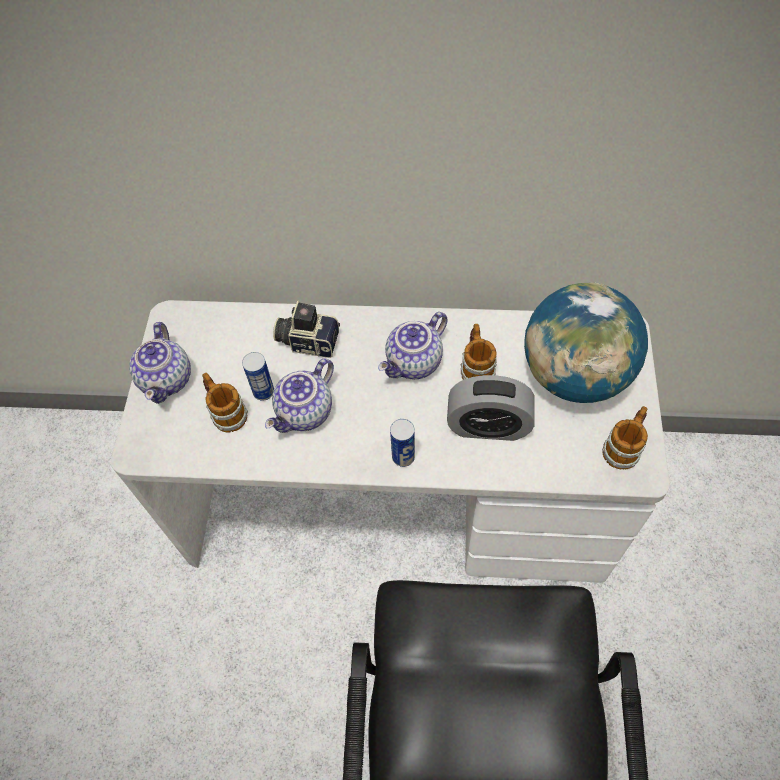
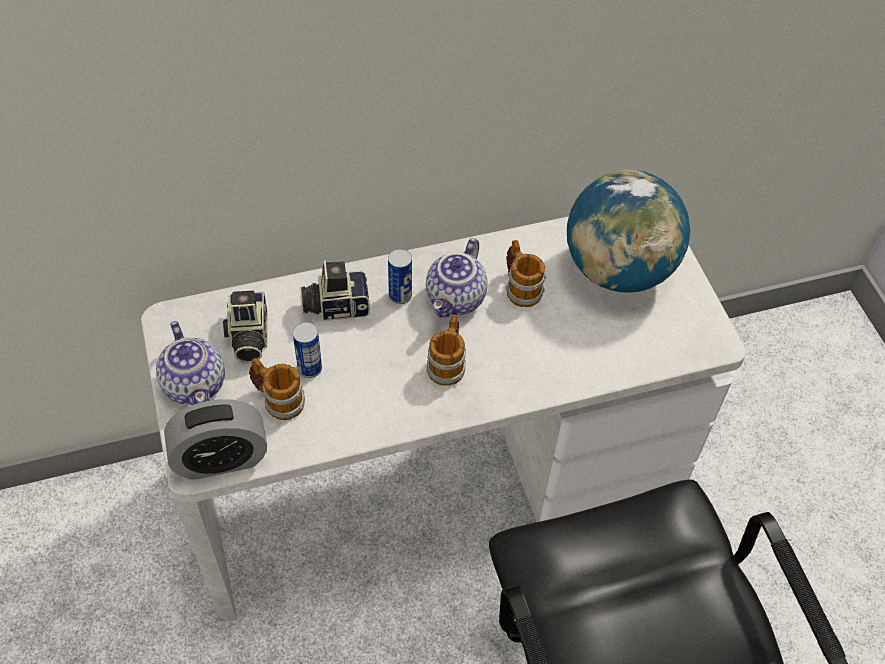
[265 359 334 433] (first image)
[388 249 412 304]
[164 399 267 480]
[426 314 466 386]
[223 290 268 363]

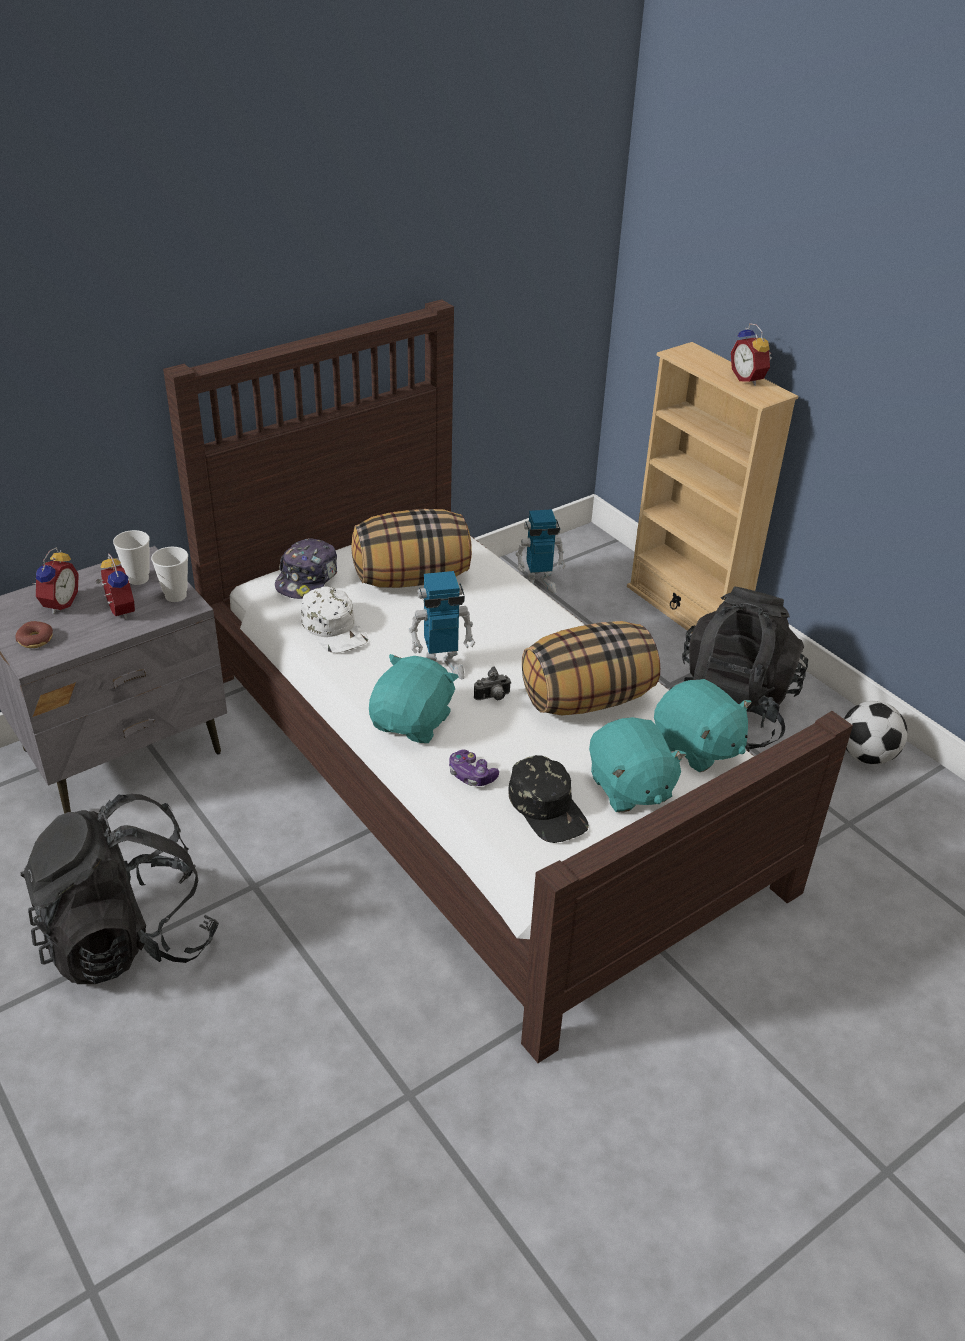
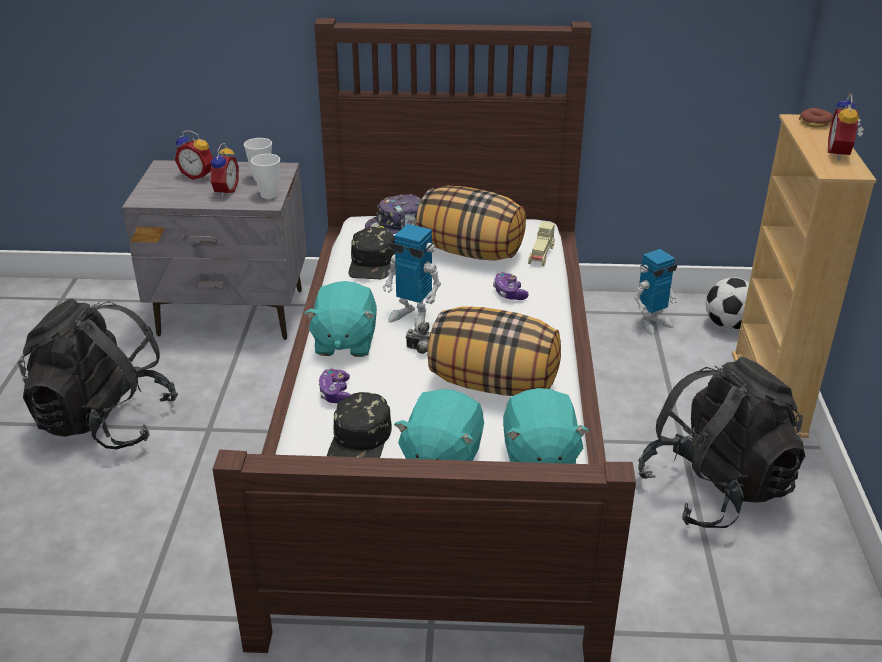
[799 108 833 128]
[175 130 213 180]
[349 227 395 279]
[304 281 377 357]
[634 249 678 335]
[706 277 749 330]
[493 273 529 300]
[528 221 555 266]

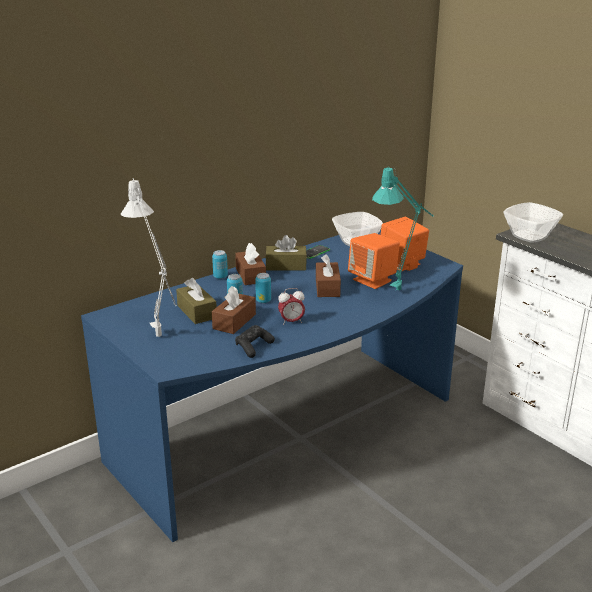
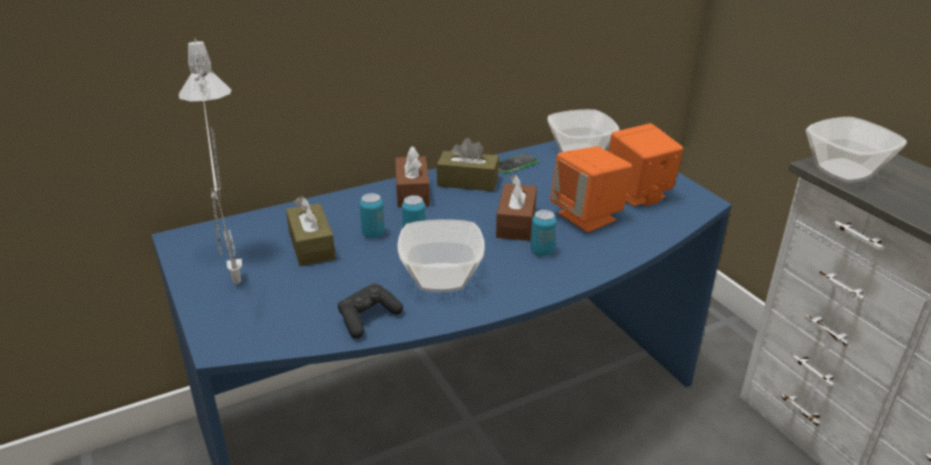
[531 210 556 256]
[212 286 256 334] (first image)
[397 219 485 293]
[372 168 434 292] (first image)

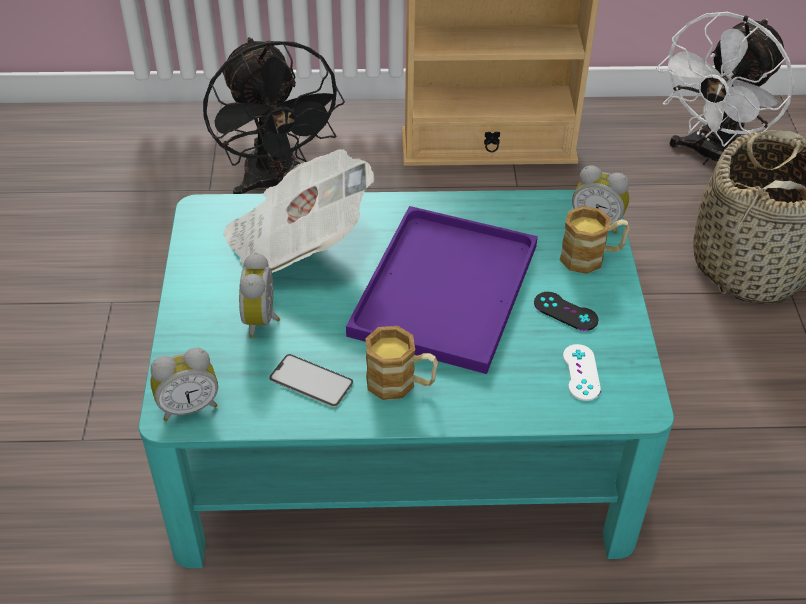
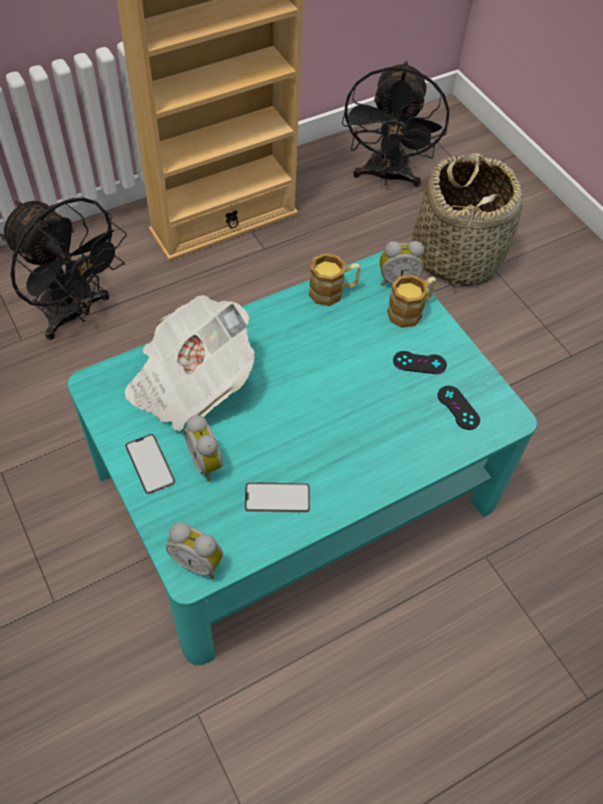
[166 522 223 579]
[346 206 538 374] (first image)
[309 253 361 306]
[438 386 480 430]
[342 61 449 187]
[125 434 175 494]

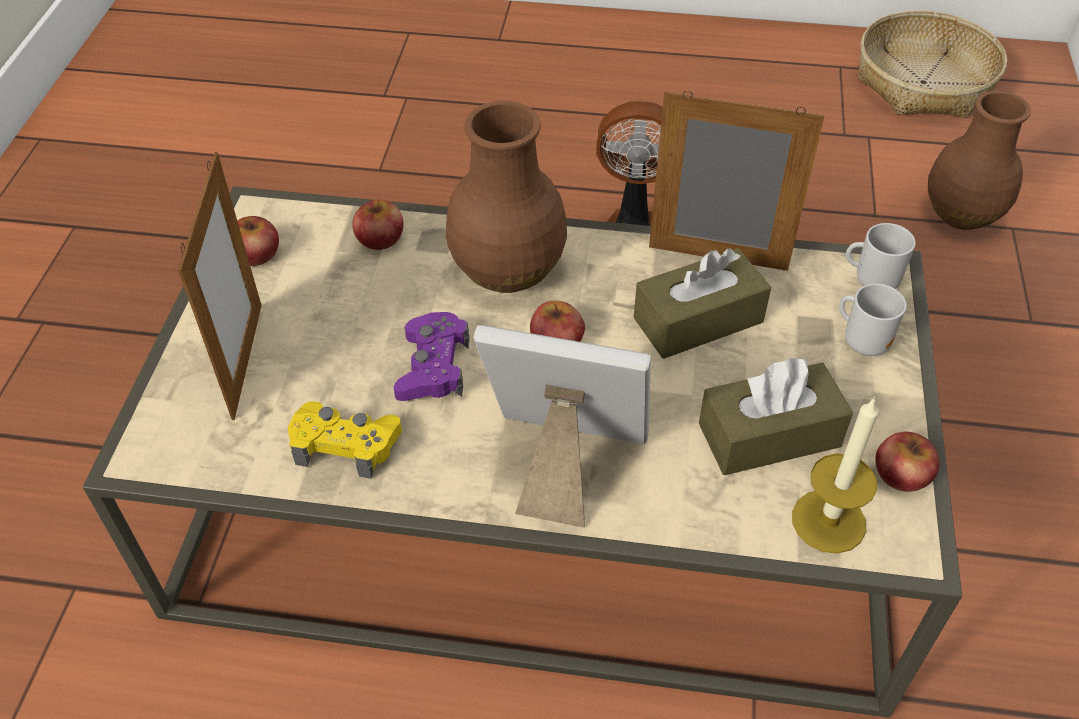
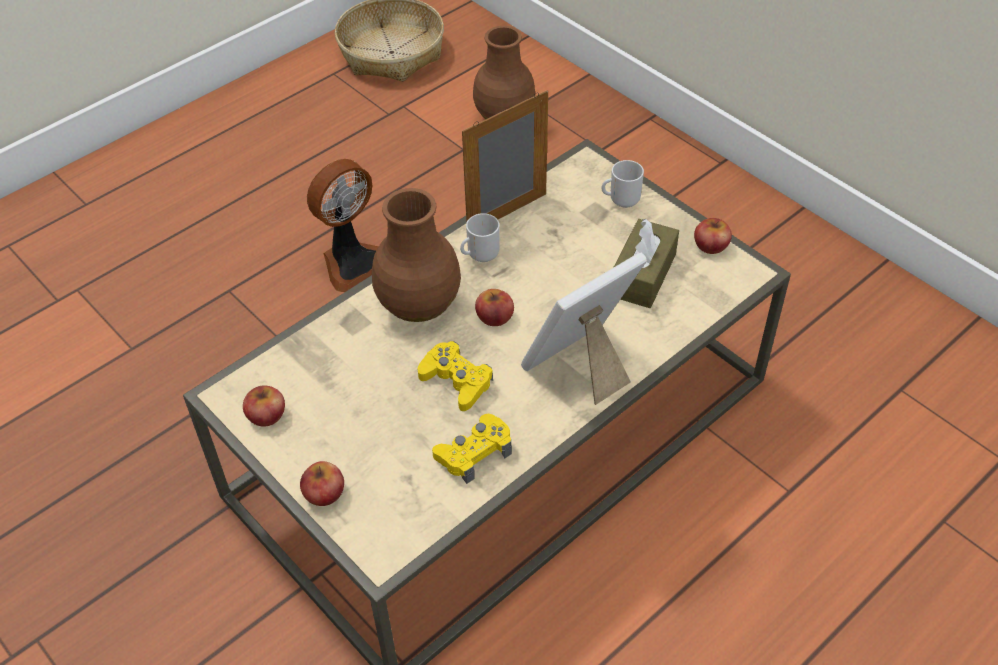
[178 152 262 420] (first image)
[300 461 344 506]
[417 341 493 411]
[634 248 771 359] (first image)
[792 397 878 554] (first image)
[460 213 499 262]

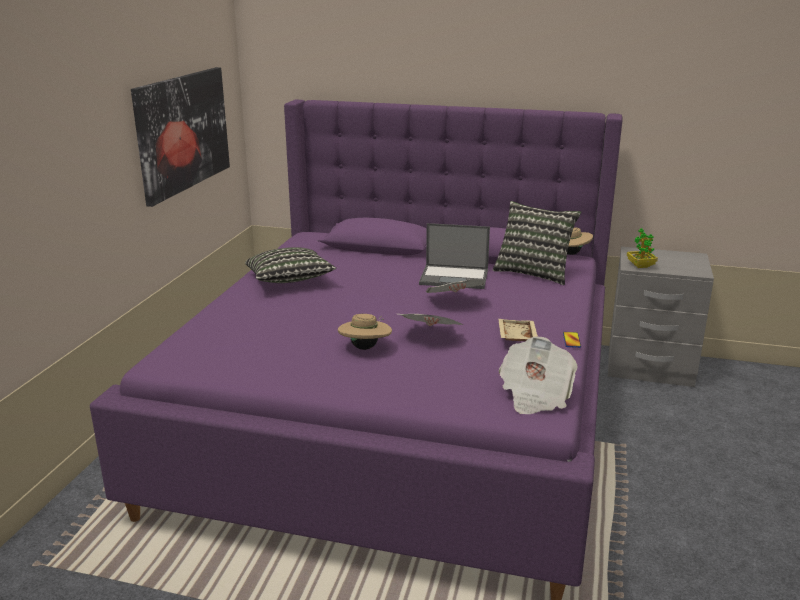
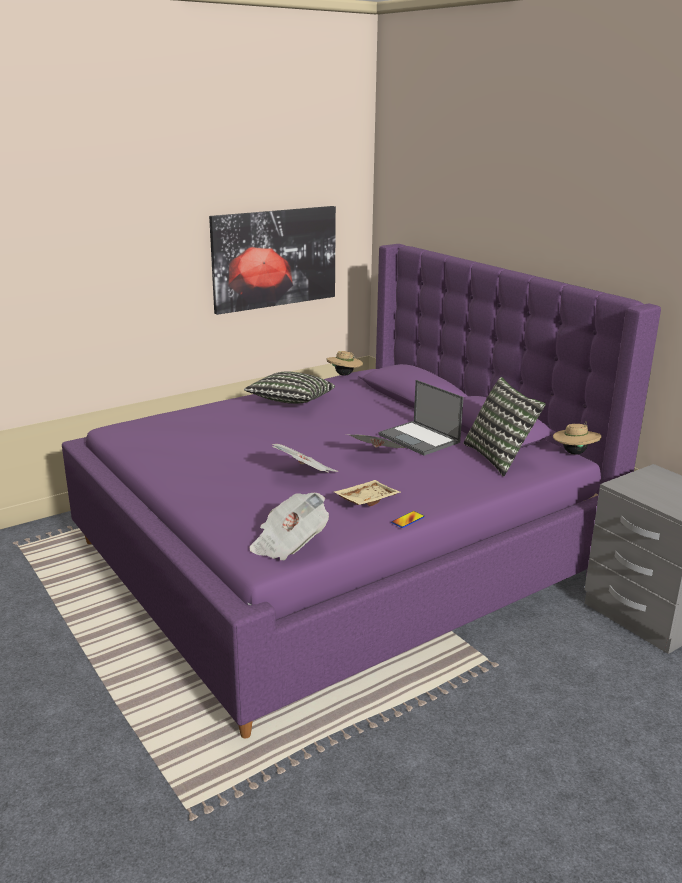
[326 351 363 376]
[627 228 658 268] (first image)

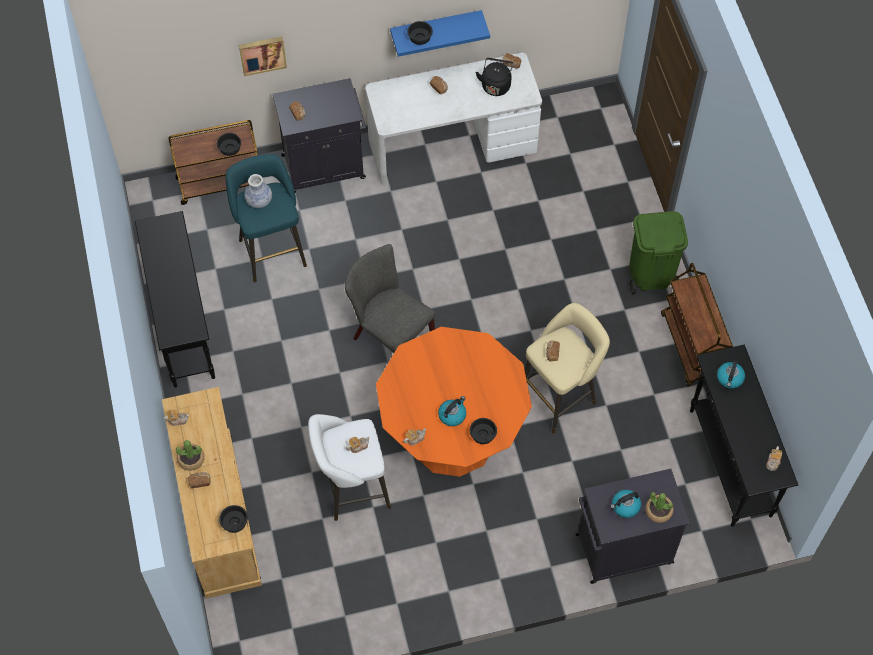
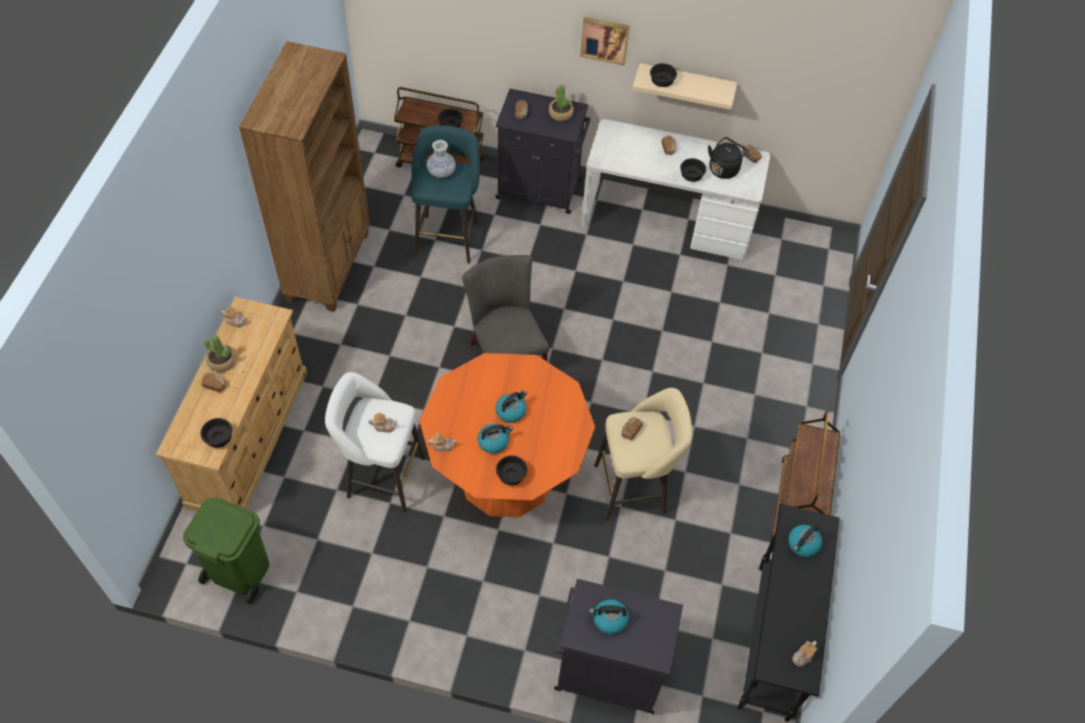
[239 41 370 312]
[580 17 630 66]
[632 63 738 110]
[183 497 269 604]
[549 84 574 121]
[495 390 527 423]
[680 158 706 182]

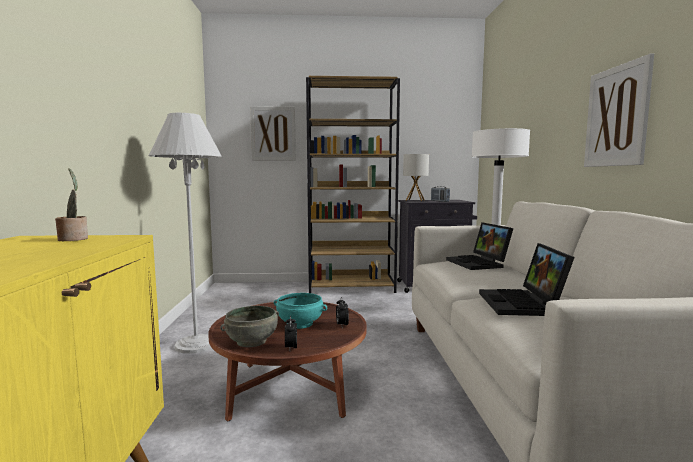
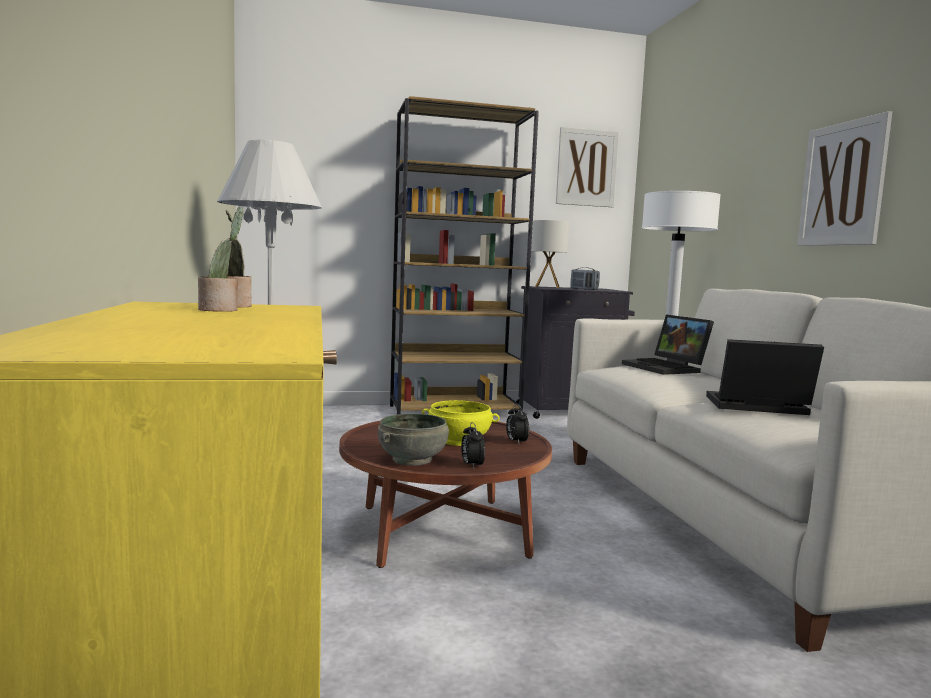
[556 127 619 207]
[422 400 500 446]
[706 339 824 415]
[198 207 243 312]

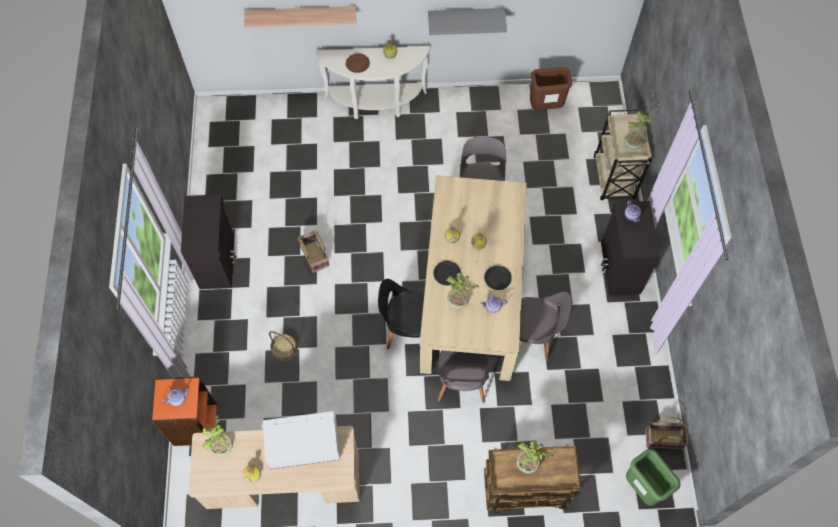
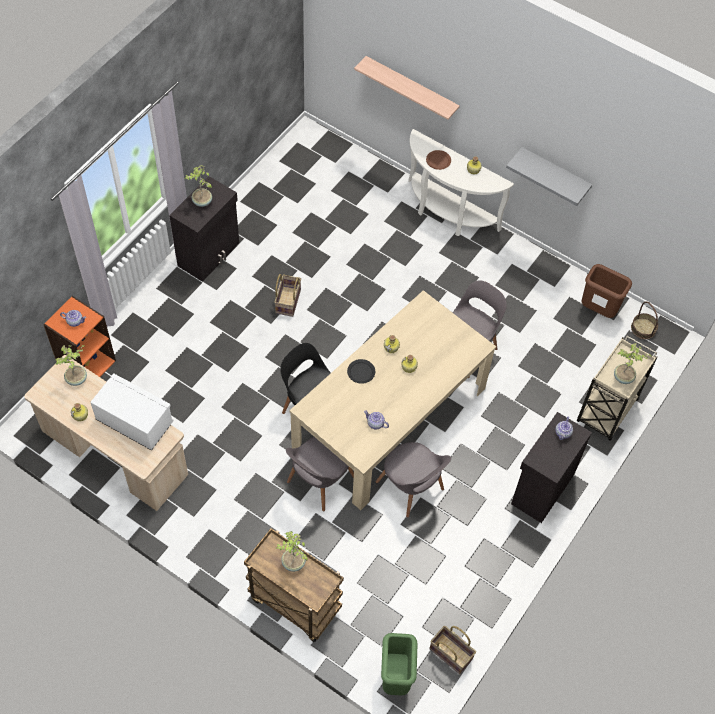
[631 301 658 339]
[185 165 212 207]
[484 265 512 290] (first image)

